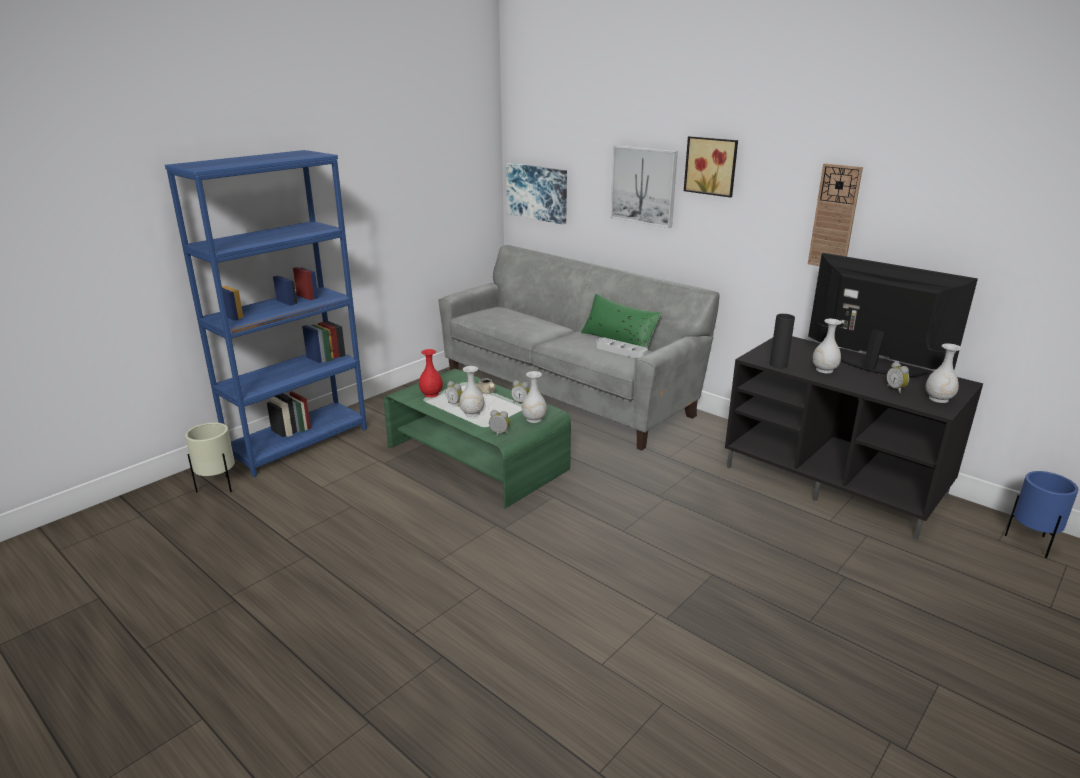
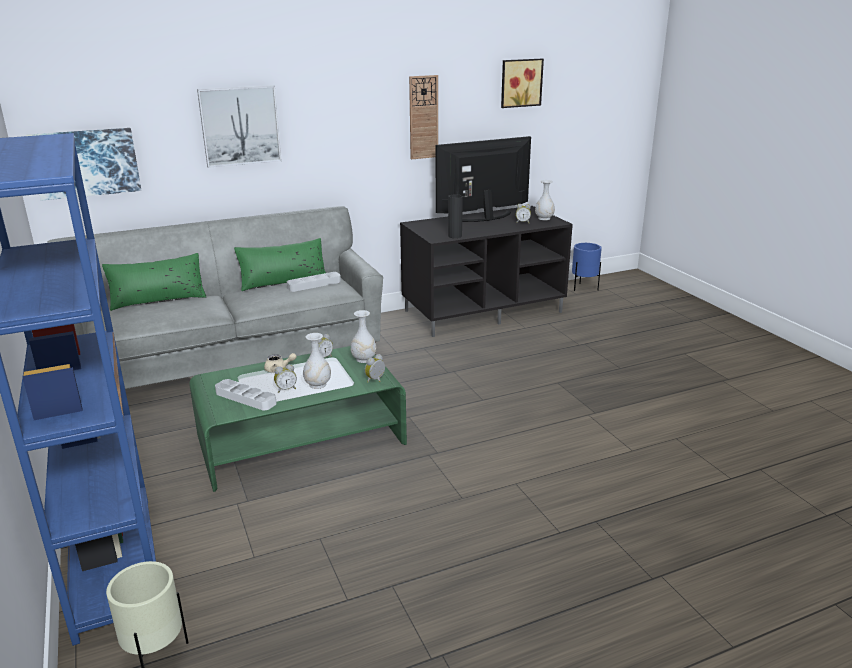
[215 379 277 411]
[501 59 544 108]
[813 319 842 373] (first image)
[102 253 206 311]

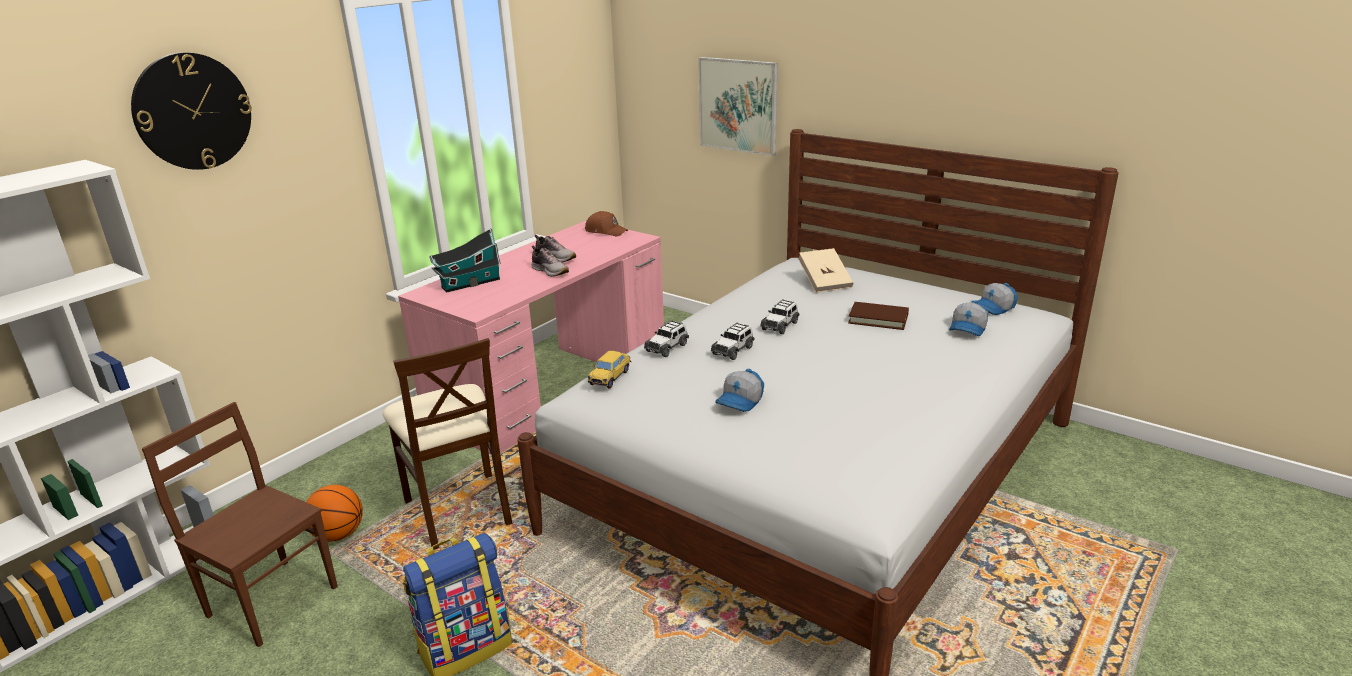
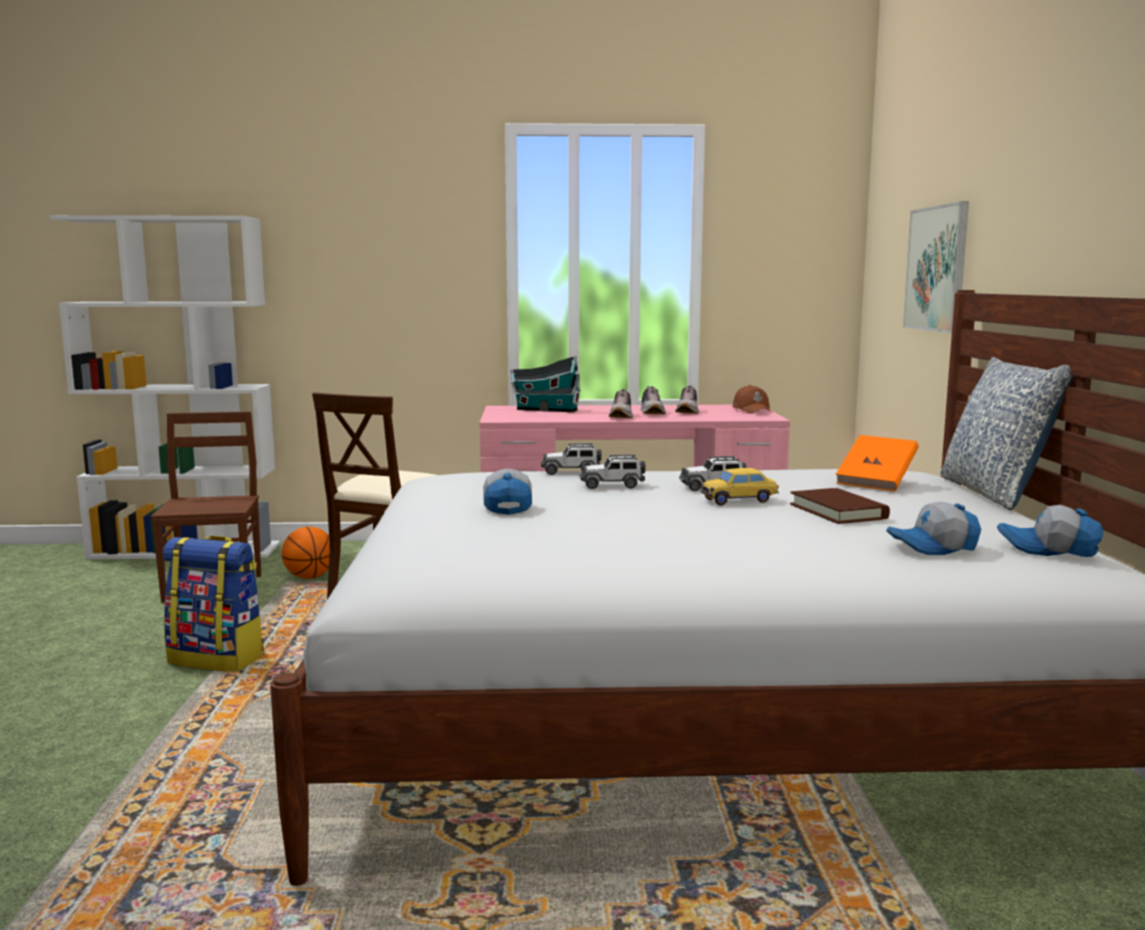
[131 52 252 170] (first image)
[701 468 779 506]
[483 468 532 515]
[836 435 918 491]
[675 386 699 414]
[941 357 1074 510]

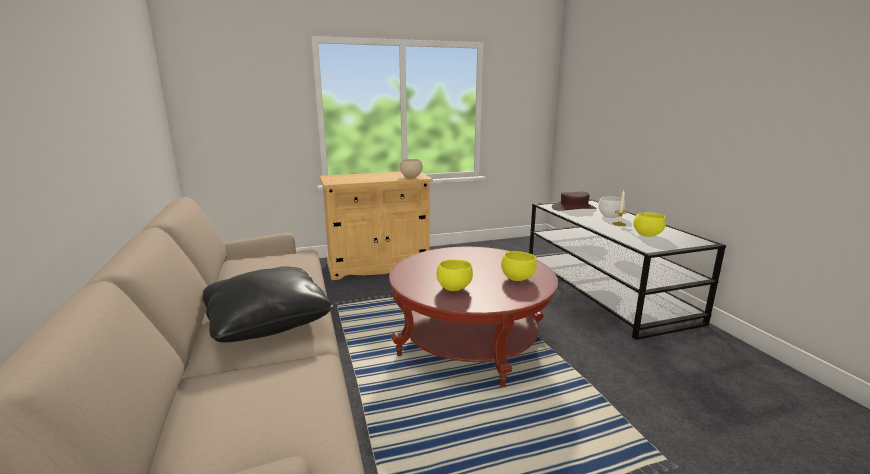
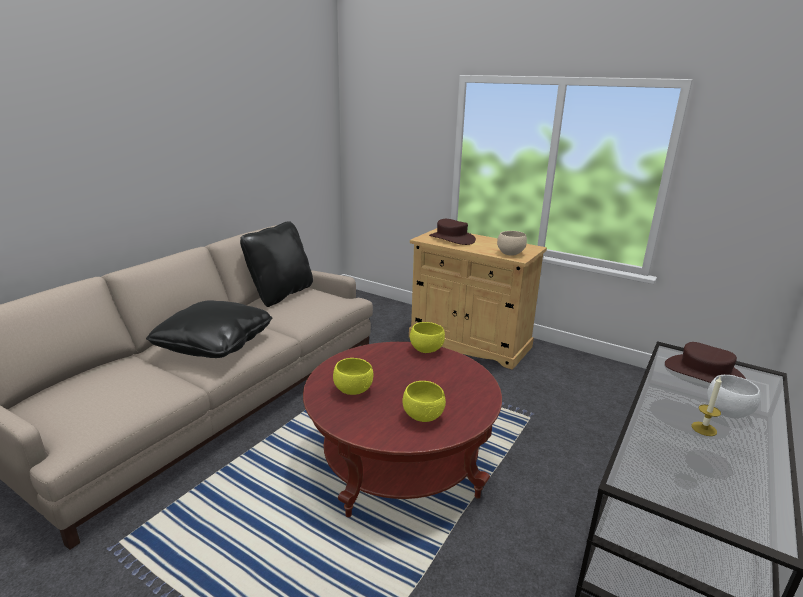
[410 322 445 353]
[240 221 313 307]
[429 219 476 245]

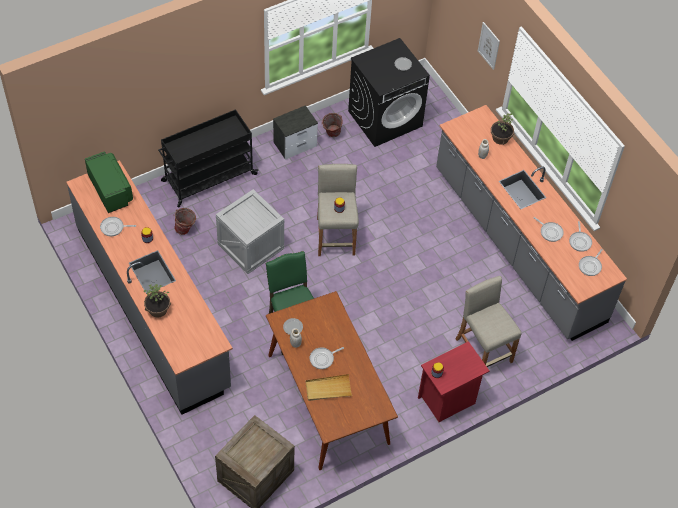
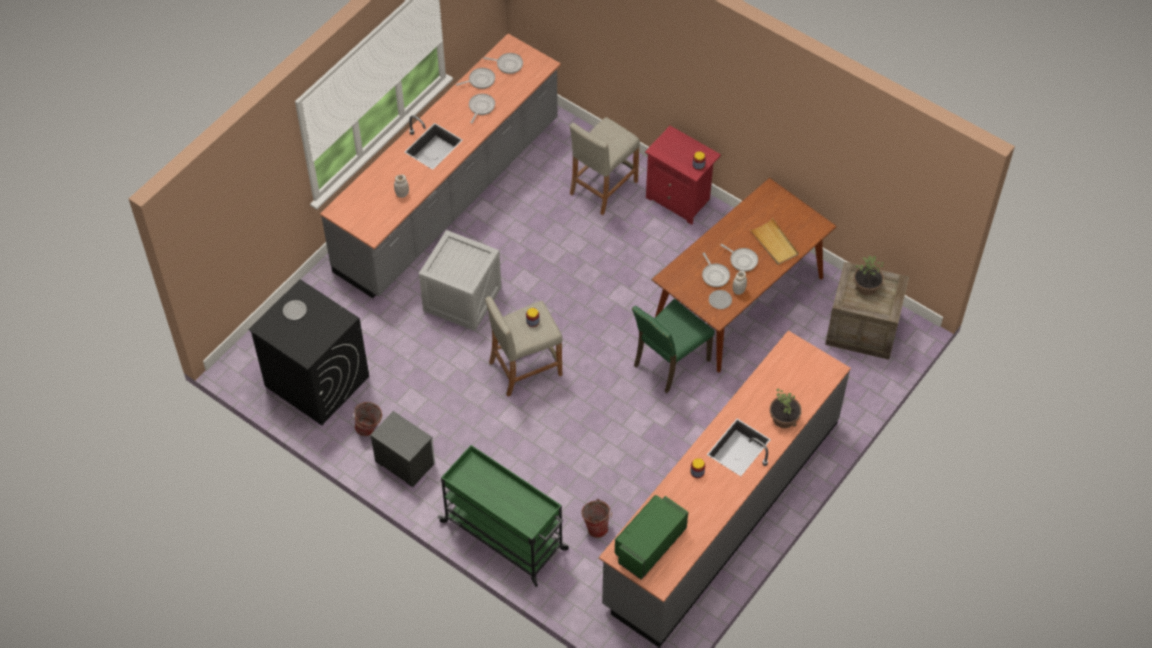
[702 253 730 287]
[438 445 569 587]
[419 230 501 331]
[478 22 500 70] (first image)
[854 256 884 295]

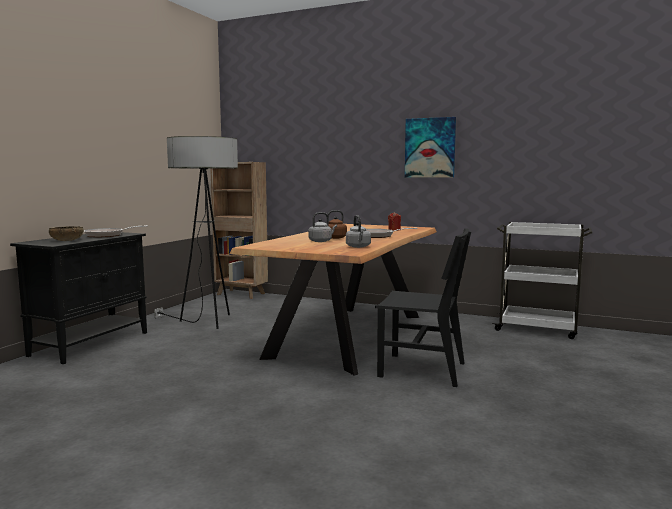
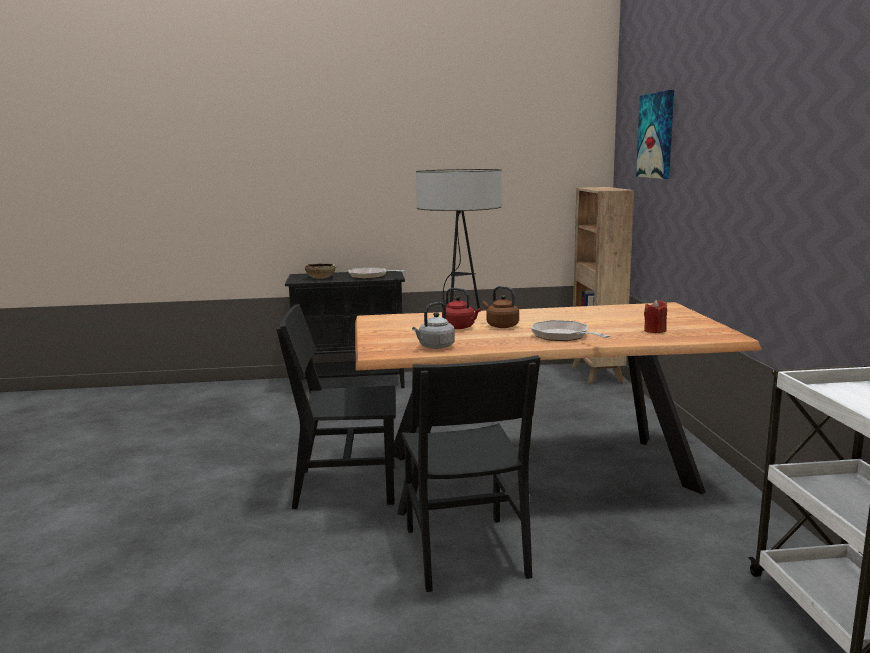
[442 288 481 329]
[636 90 674 179]
[276 304 396 509]

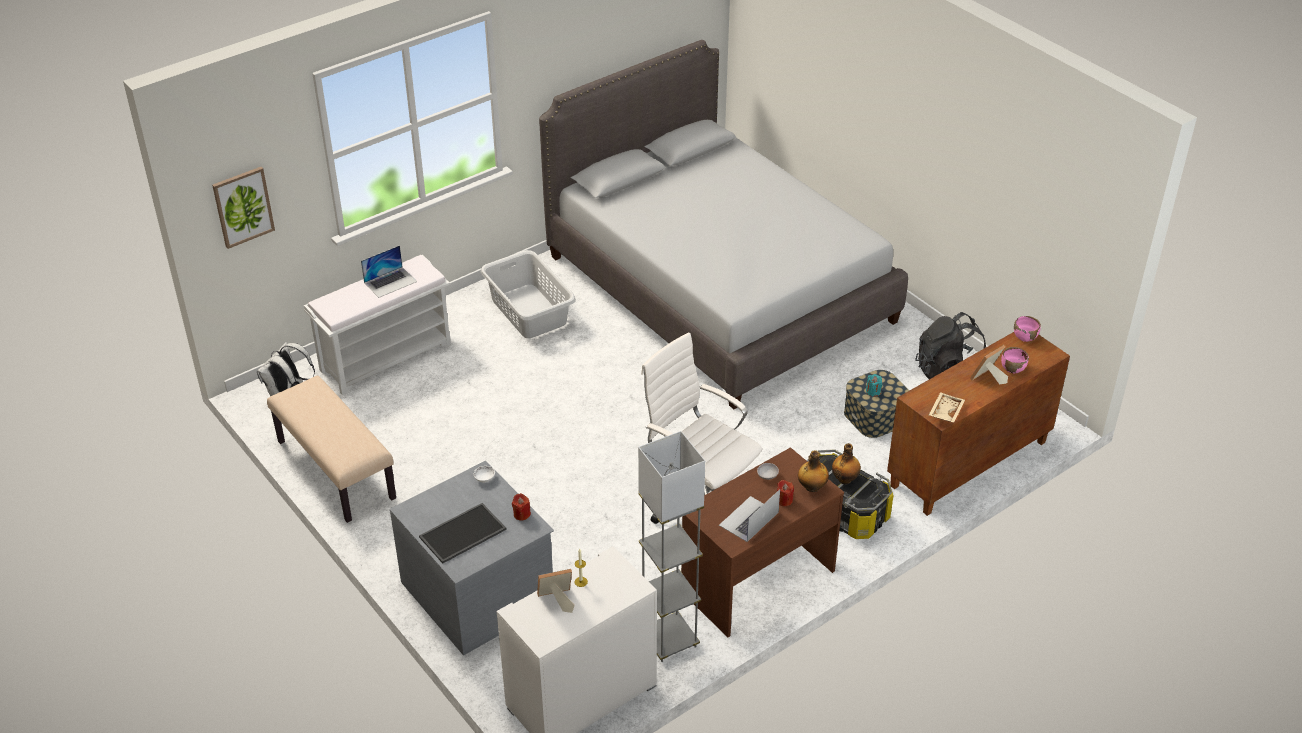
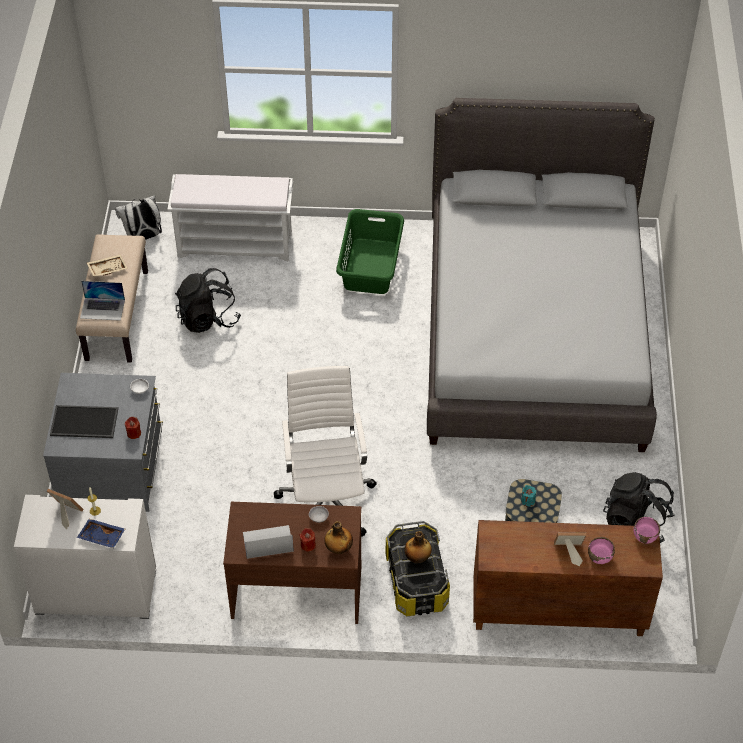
[212 167 275 249] (first image)
[80 281 125 321]
[336 209 404 294]
[638 431 705 662] (first image)
[87 254 128 277]
[77 519 125 548]
[175 268 241 333]

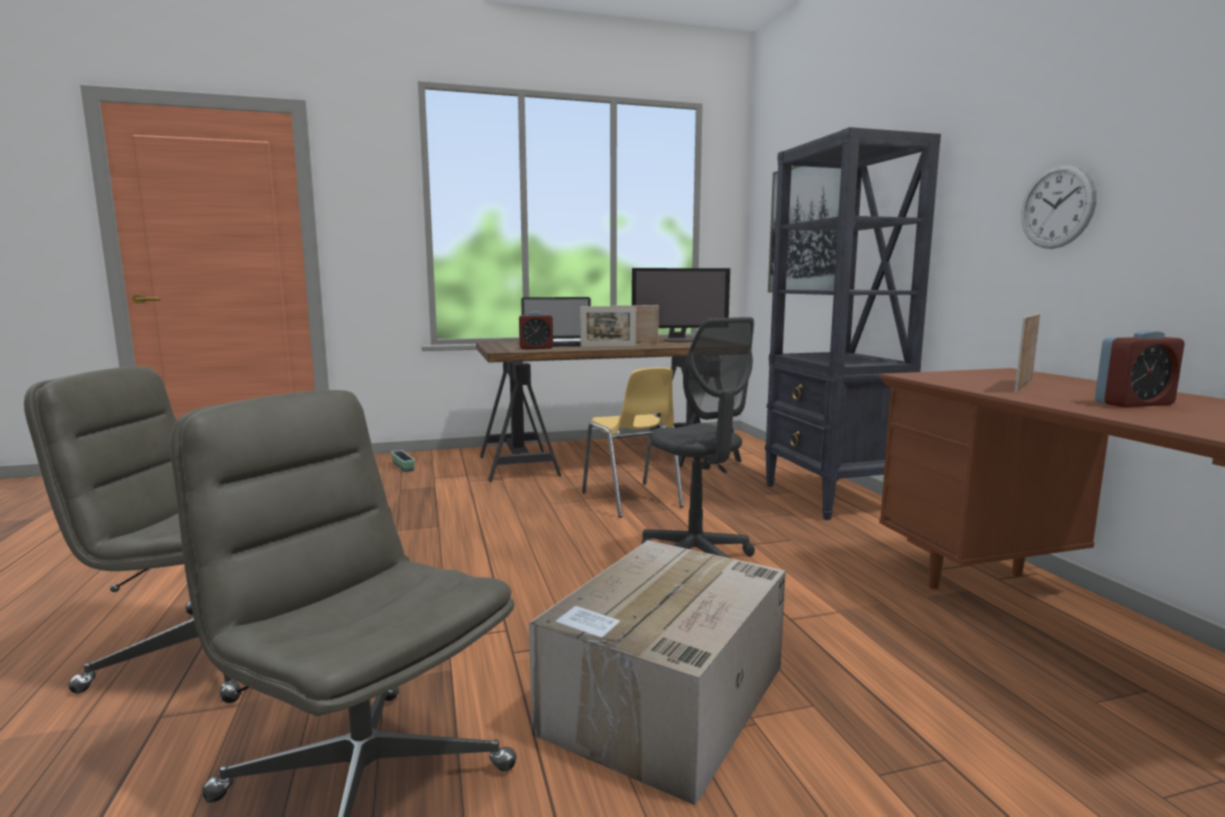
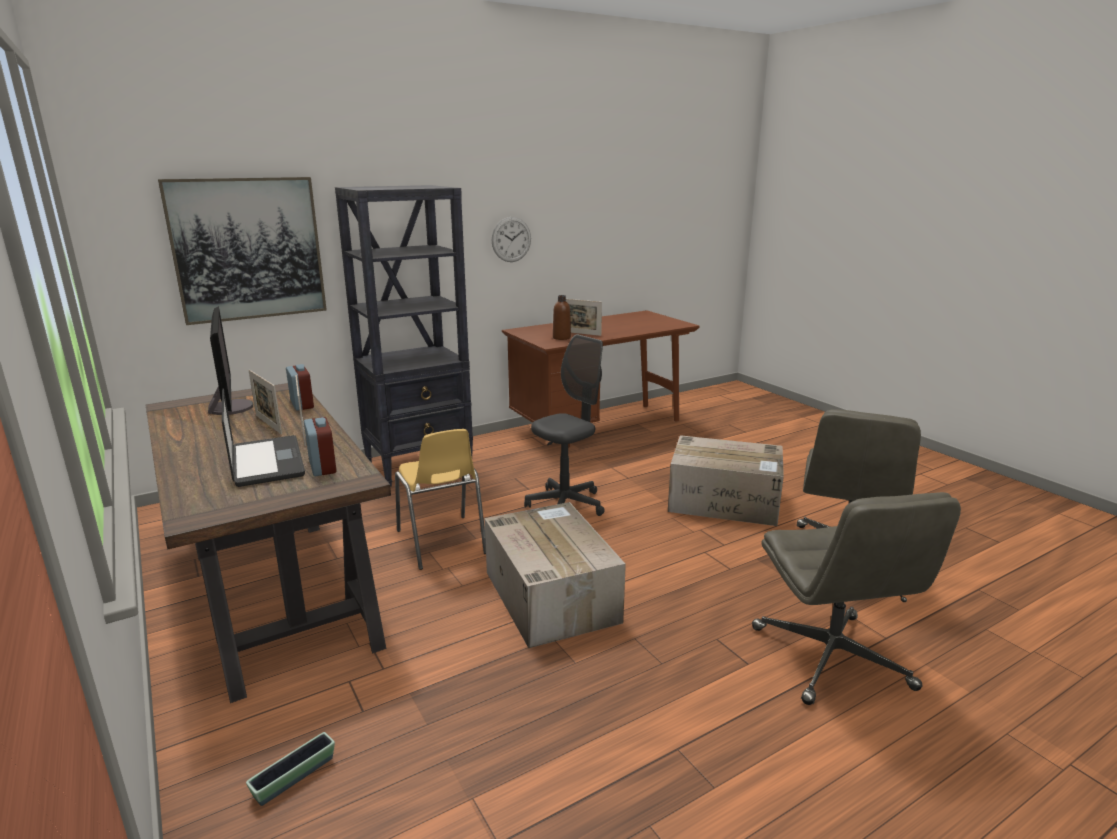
[395 429 486 570]
[286 364 314 411]
[485 502 626 648]
[553 295 571 340]

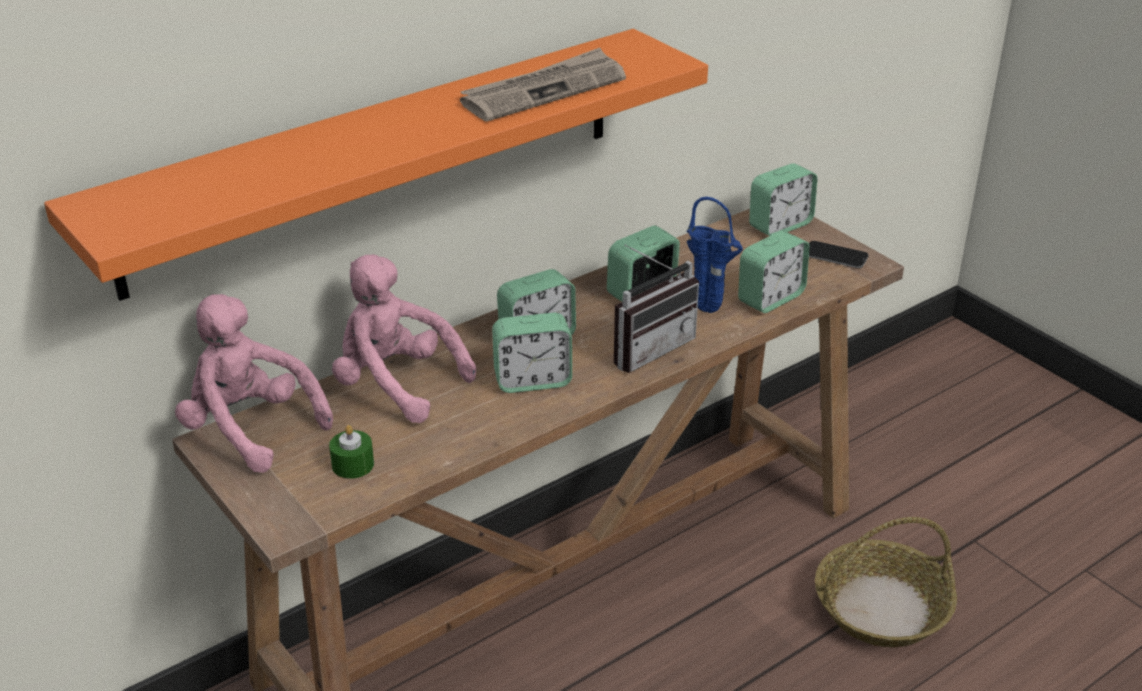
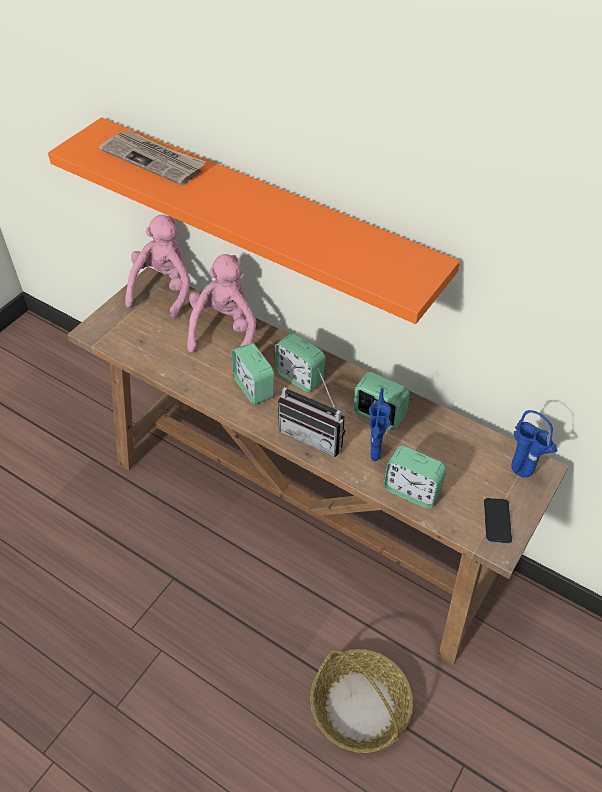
[329 425 374 479] (first image)
[99 130 206 185]
[511 410 557 478]

